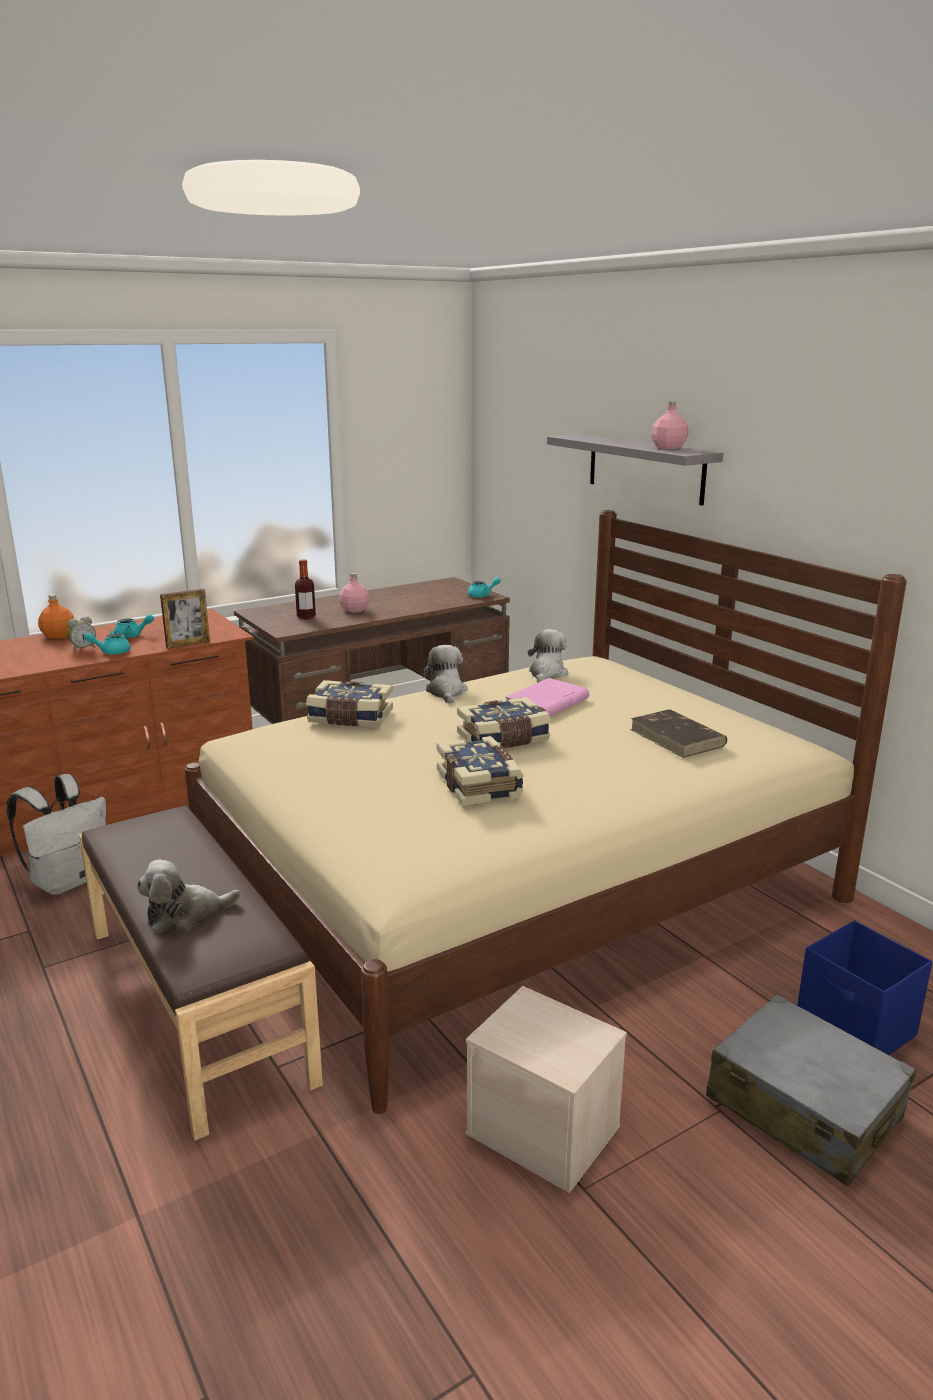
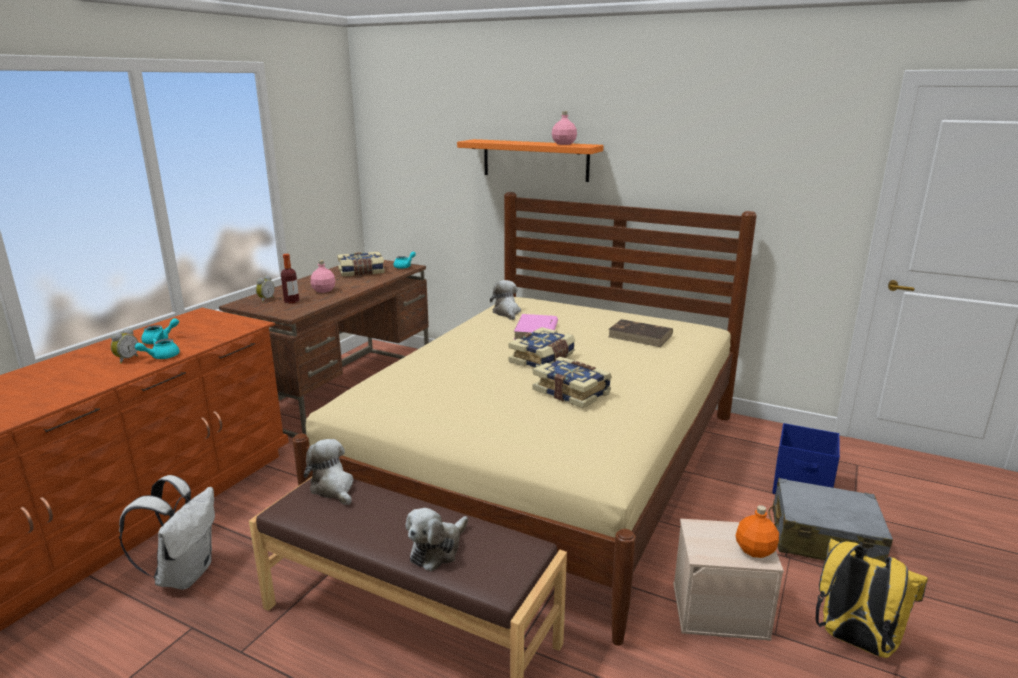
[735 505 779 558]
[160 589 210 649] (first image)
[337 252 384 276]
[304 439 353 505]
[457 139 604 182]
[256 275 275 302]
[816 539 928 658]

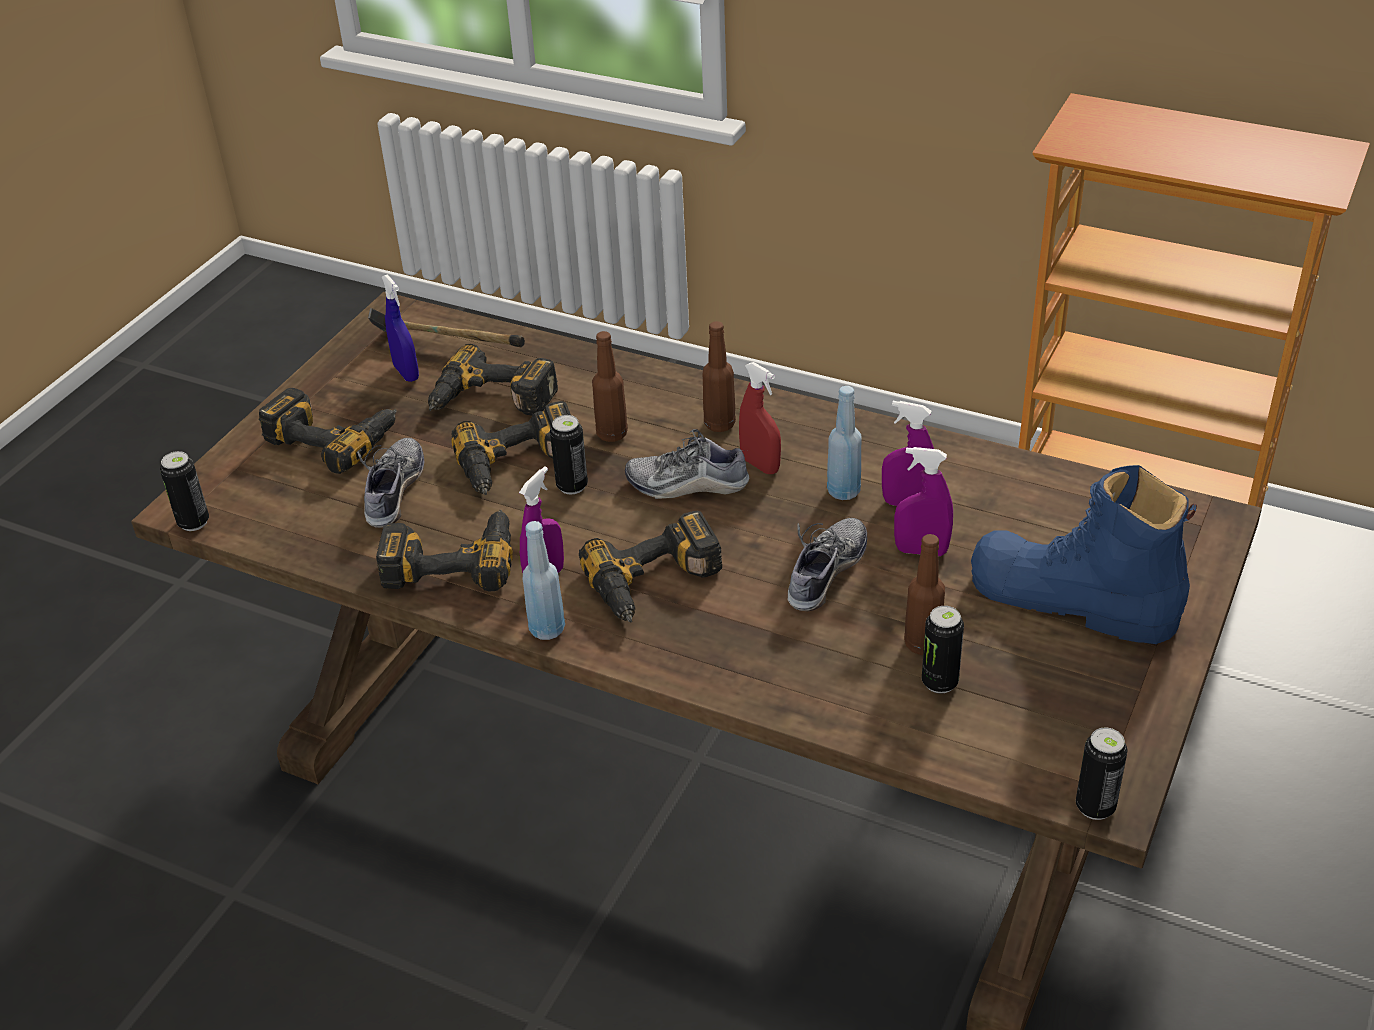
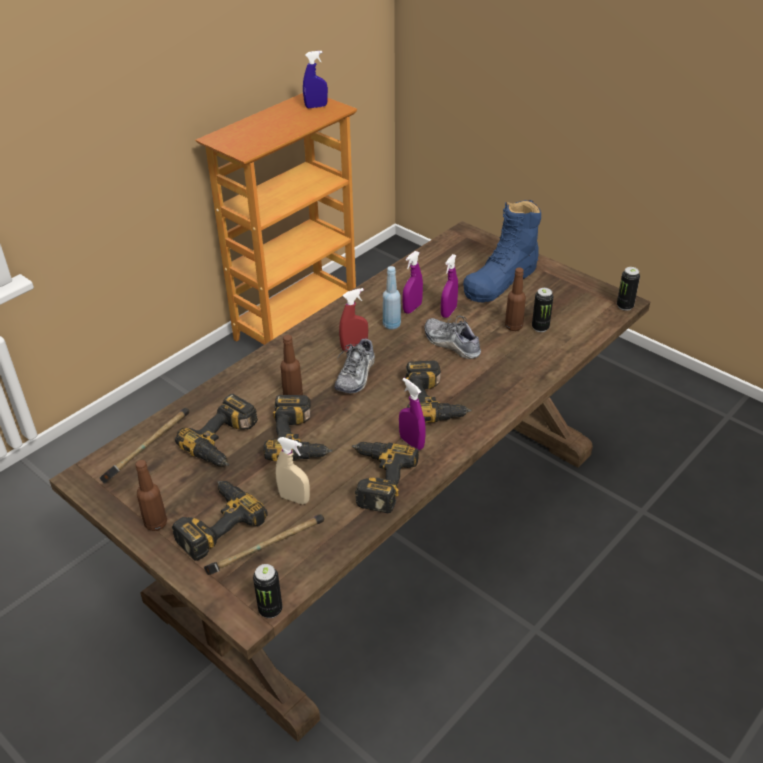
[275 437 310 504]
[303 51 328 108]
[523 521 565 640] (first image)
[550 415 588 494] (first image)
[135 460 167 531]
[204 514 324 575]

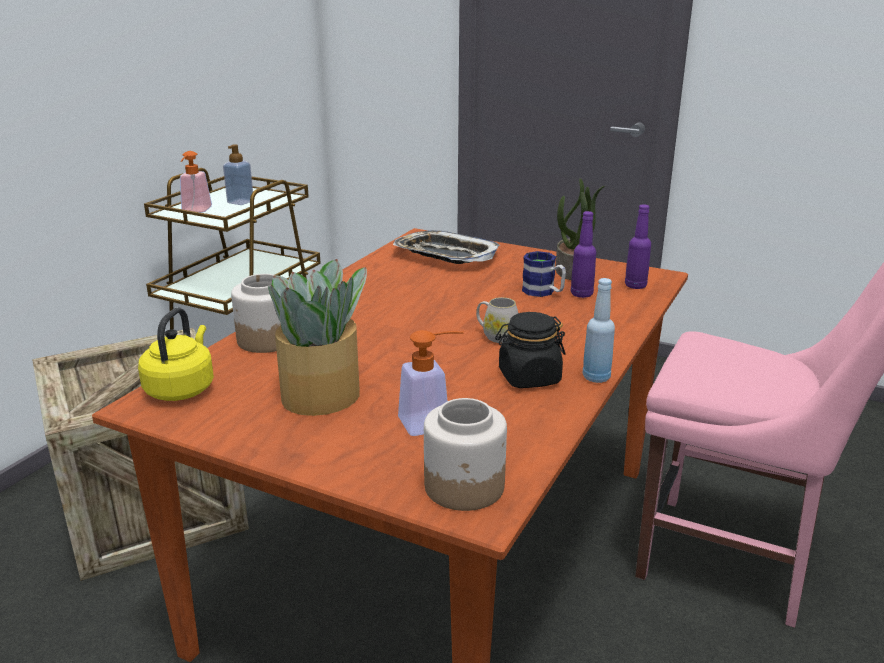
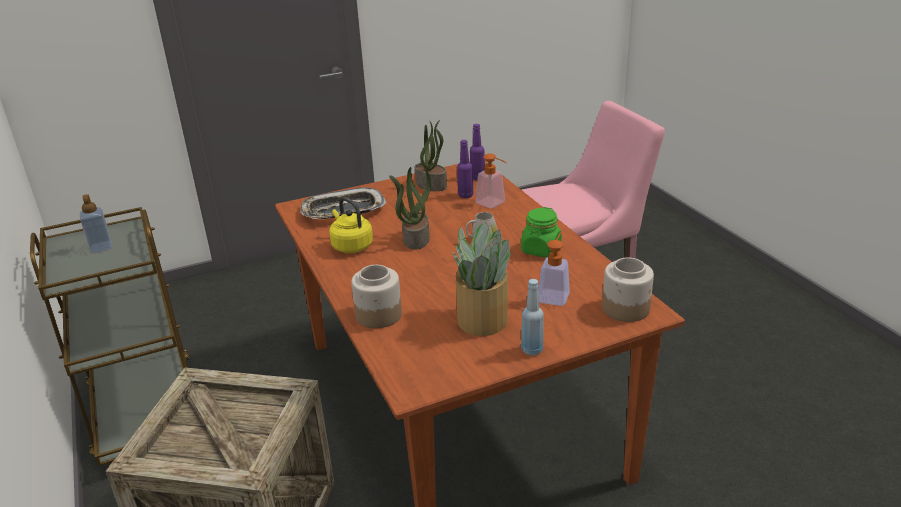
[329 197 373 253]
[476 153 507 208]
[521 207 562 257]
[522 251 566 297] (first image)
[521 279 544 356]
[389 167 431 250]

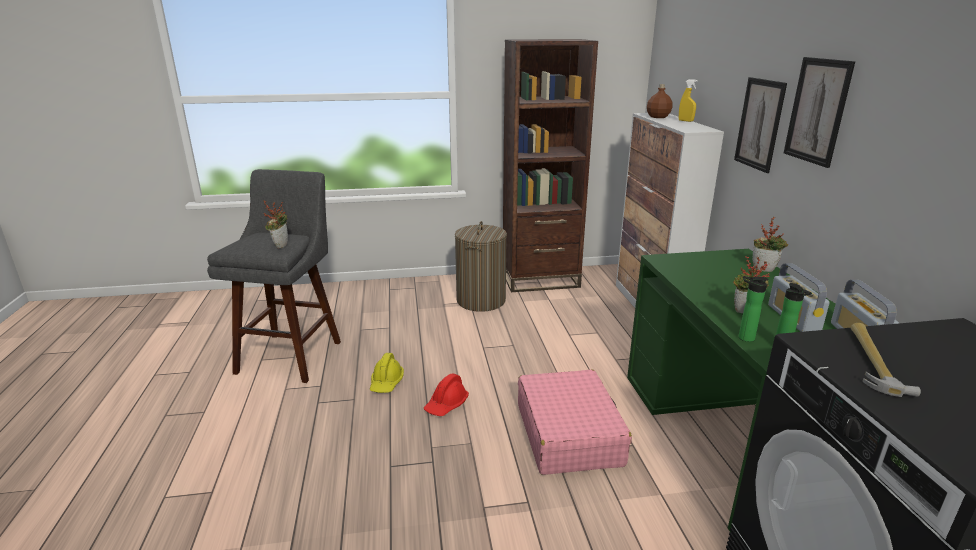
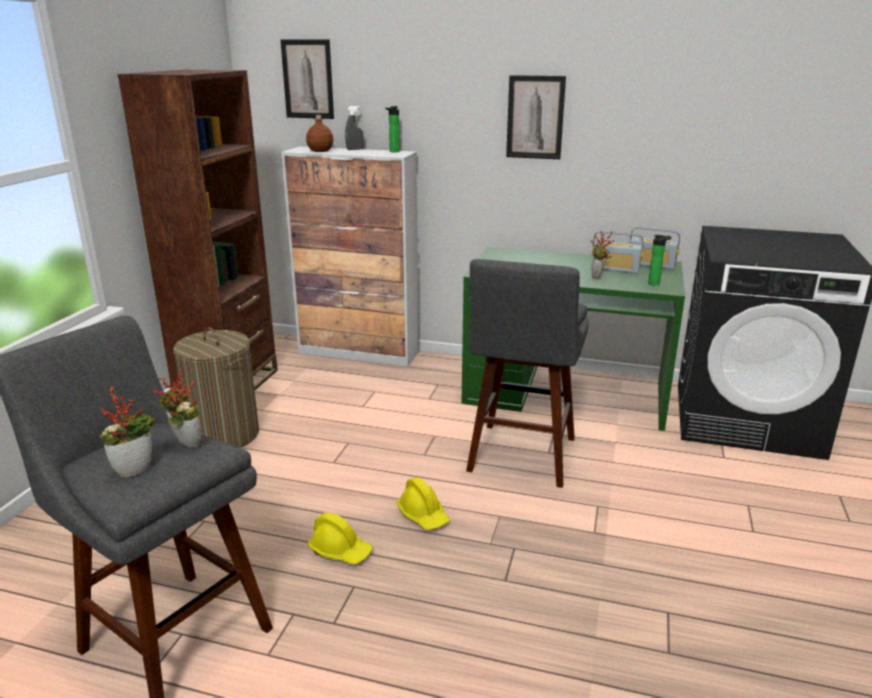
[397 477 450 530]
[466 259 589 488]
[345 106 364 150]
[280 39 334 119]
[385 106 400 152]
[100 386 155 478]
[851 323 921 397] (first image)

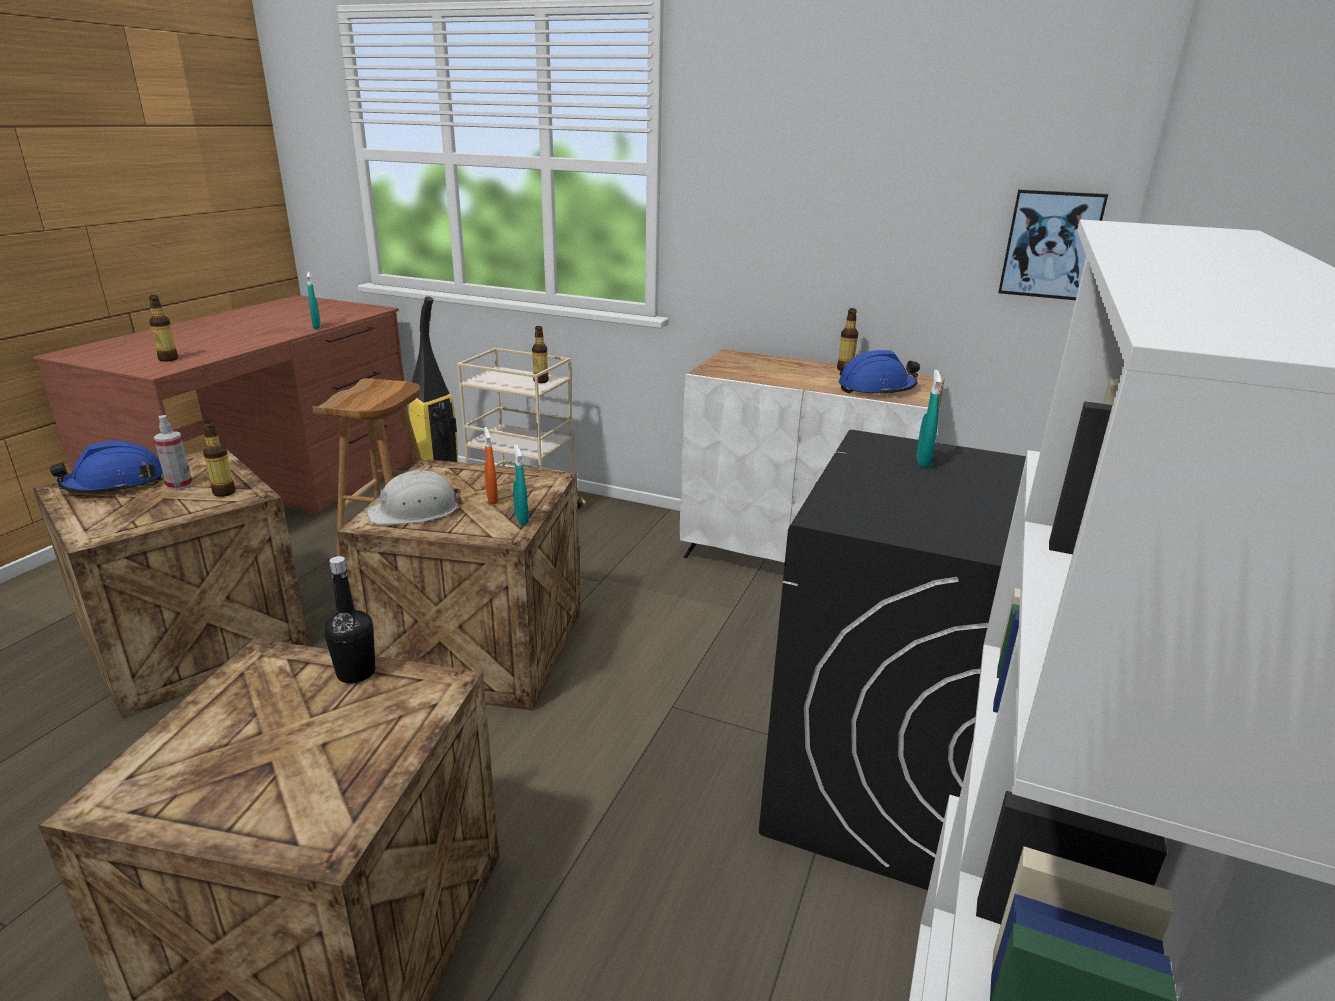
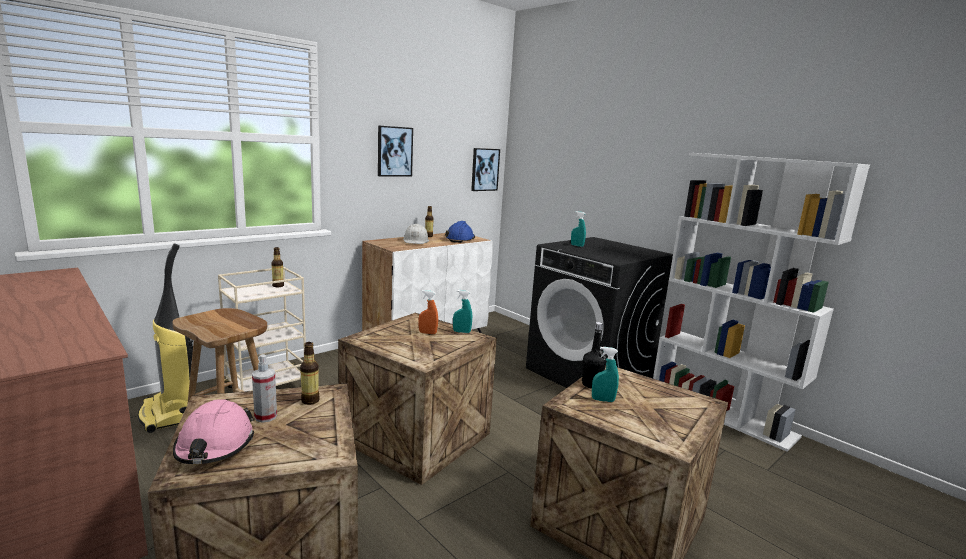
[173 399 254 464]
[149 295 178 362] (first image)
[592 347 619 402]
[403 224 429 244]
[378 126 413 177]

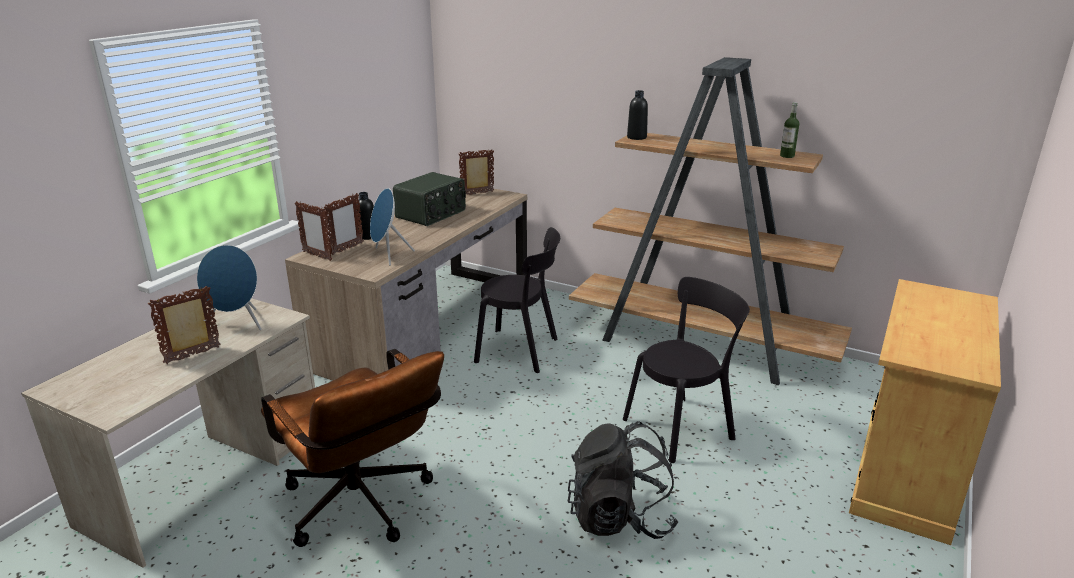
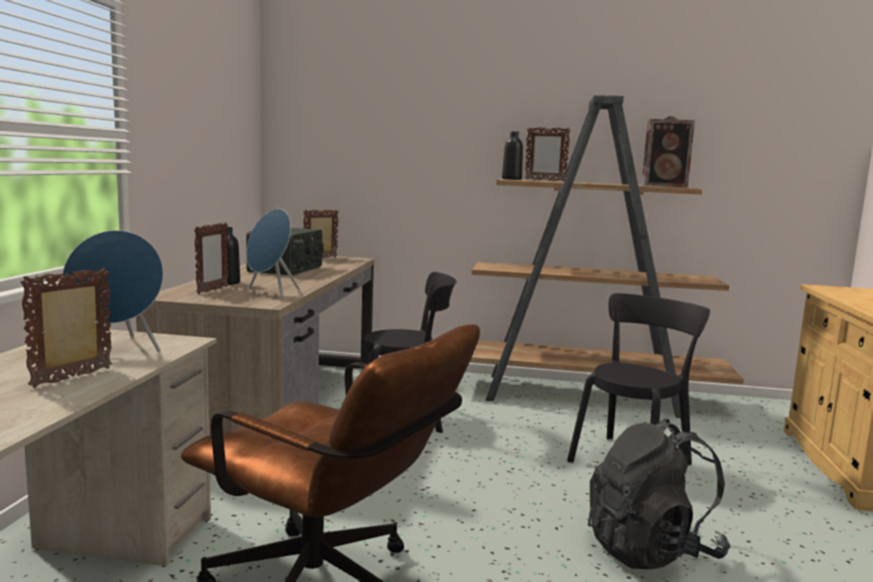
[525 127 571 181]
[641 116 695 188]

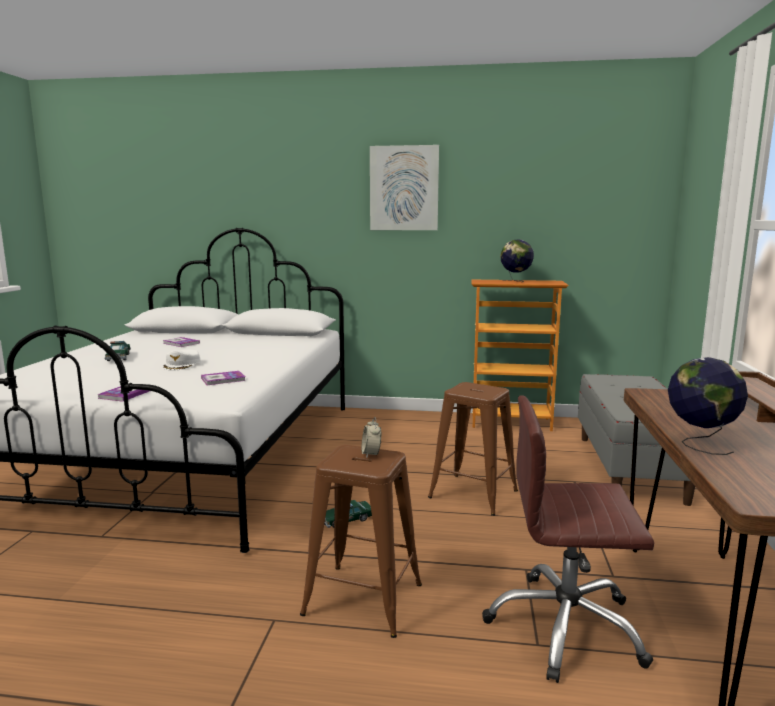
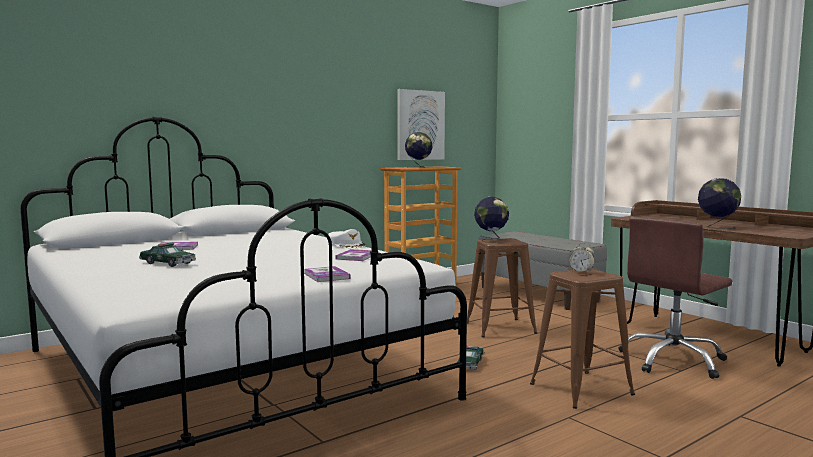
[328 229 365 248]
[397 89 445 160]
[474 197 509 243]

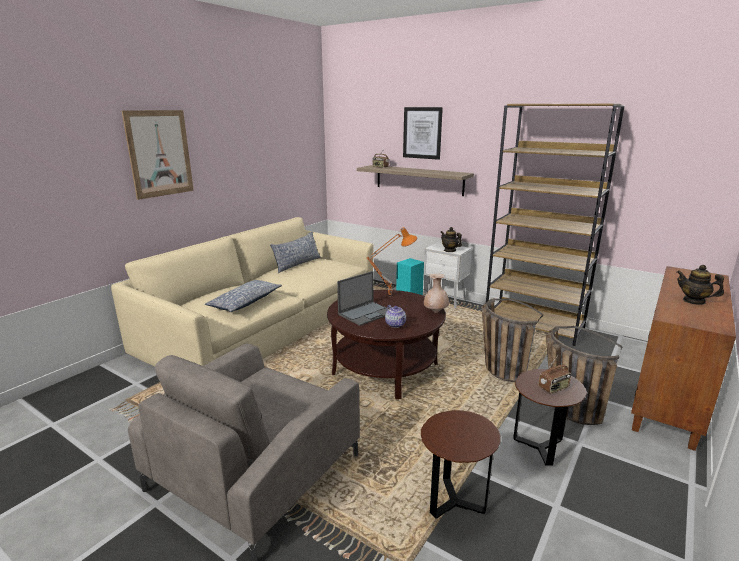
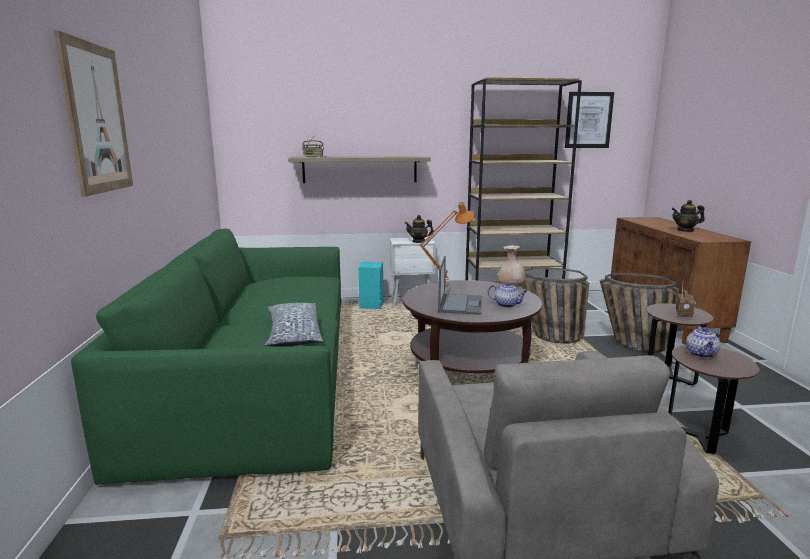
[71 229 341 485]
[270 232 321 273] (first image)
[565 92 614 148]
[686 326 720 358]

